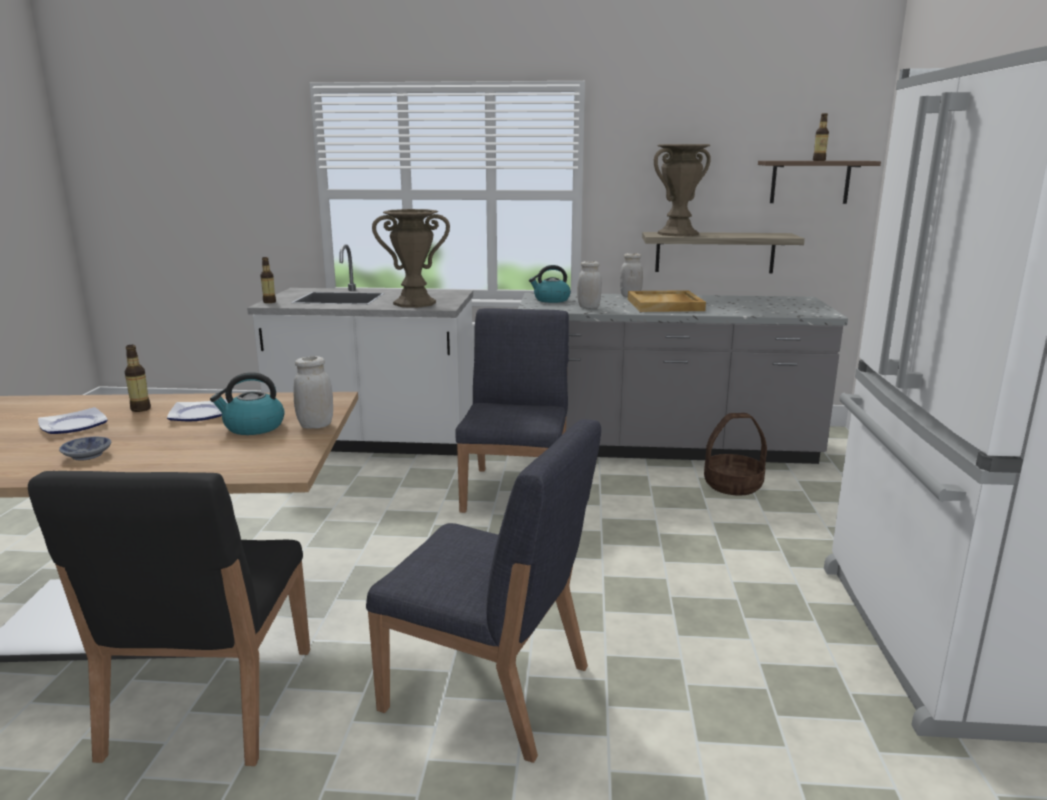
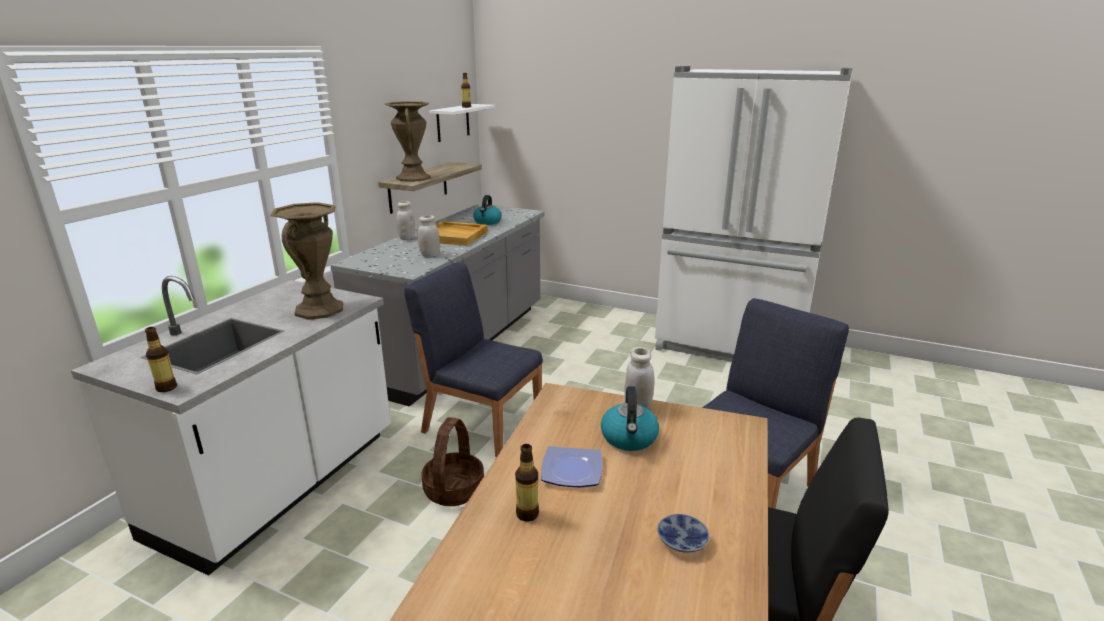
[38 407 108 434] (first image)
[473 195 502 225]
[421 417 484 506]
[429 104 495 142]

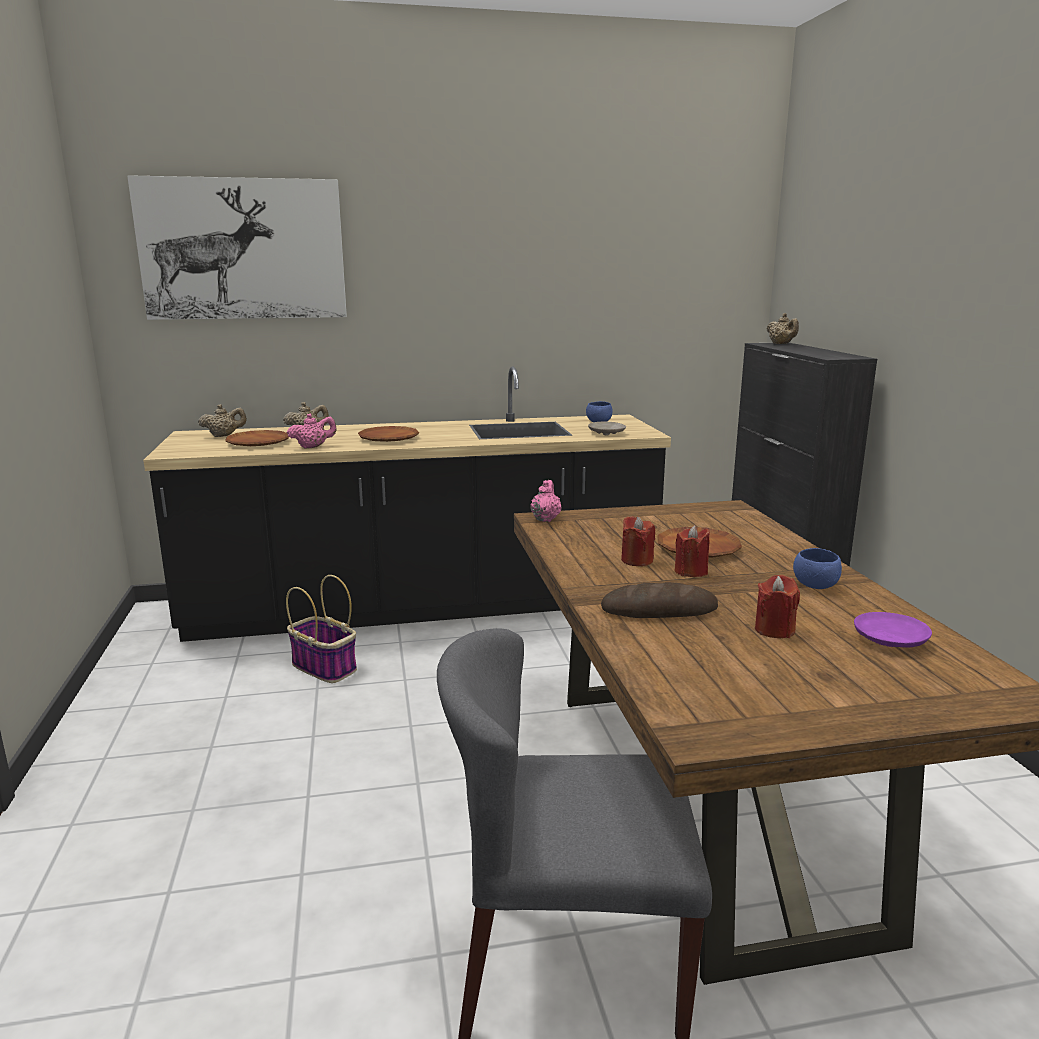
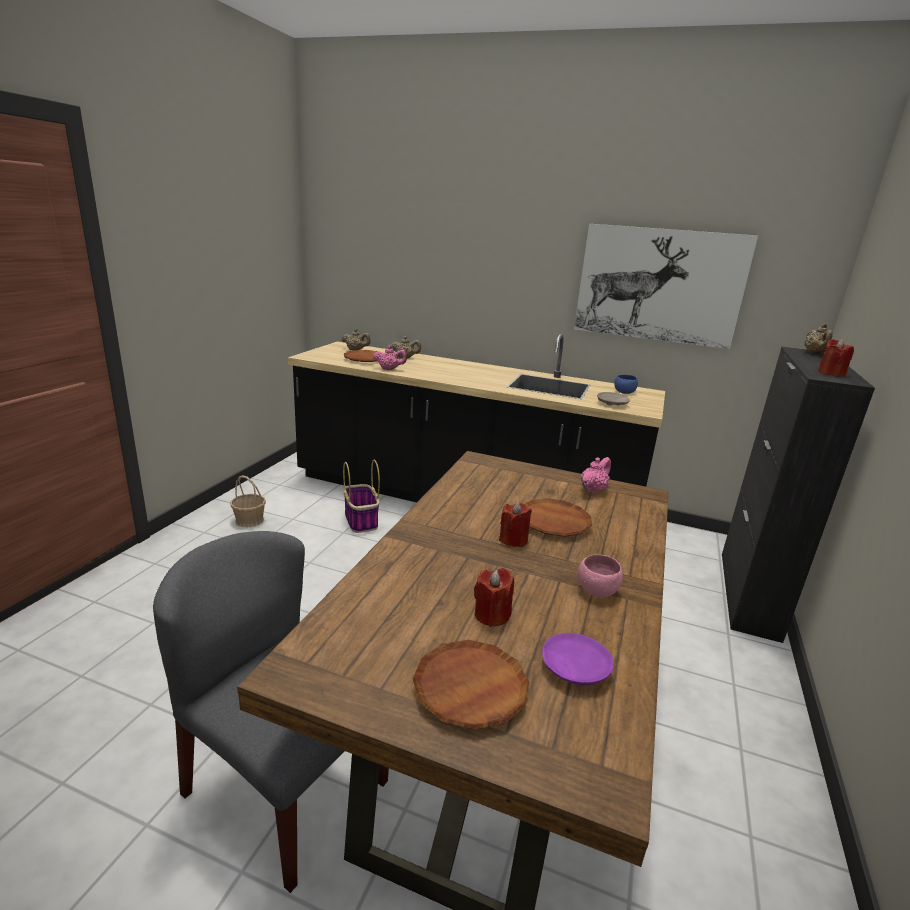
[574 224 758 349]
[413 640 529 730]
[581 457 611 494]
[601 582 718 618] (first image)
[818 339 854 376]
[578 555 623 597]
[230 475 266 527]

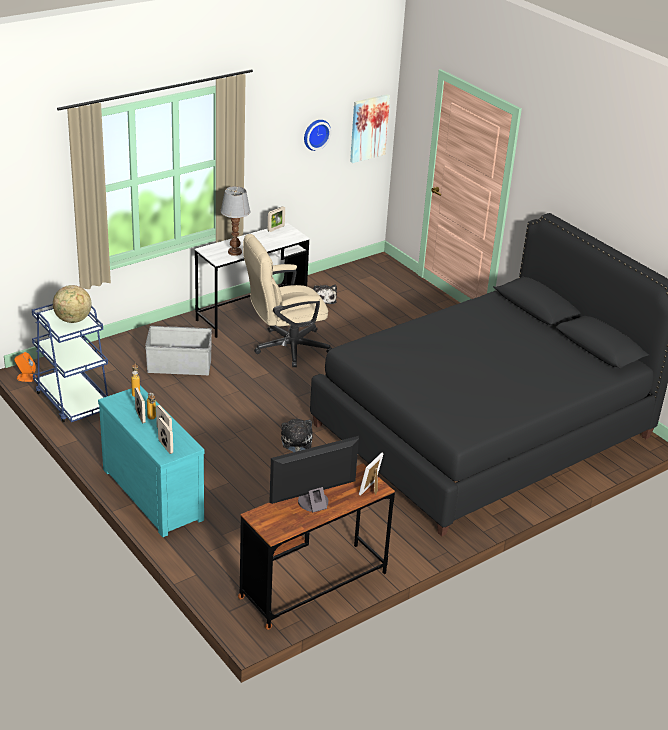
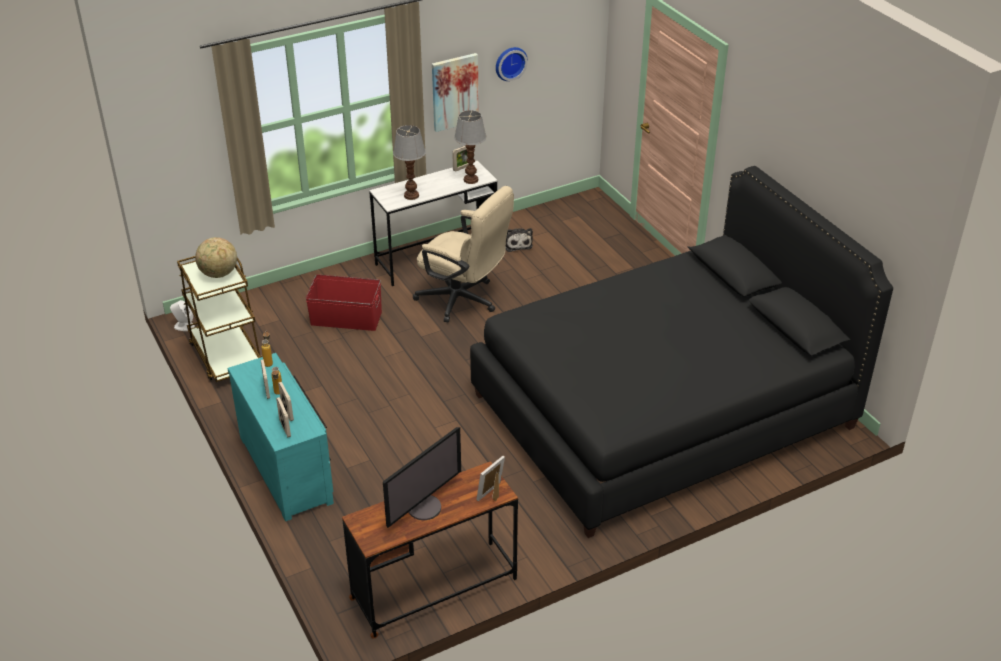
[170 300 195 331]
[177 256 262 382]
[306 274 382 331]
[413 186 514 323]
[383 427 461 528]
[281 419 313 452] (first image)
[432 53 479 132]
[454 110 487 184]

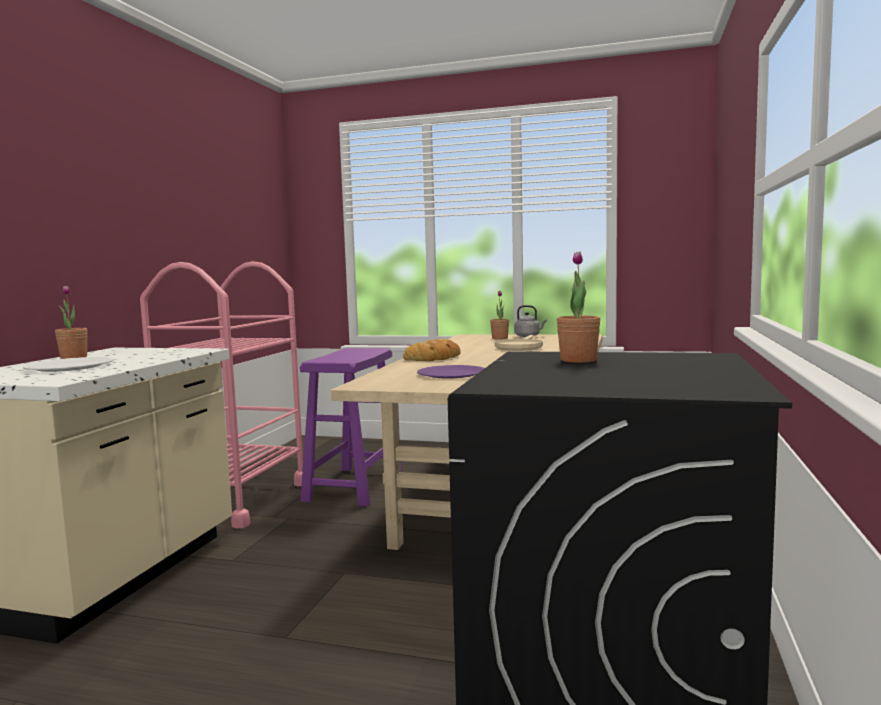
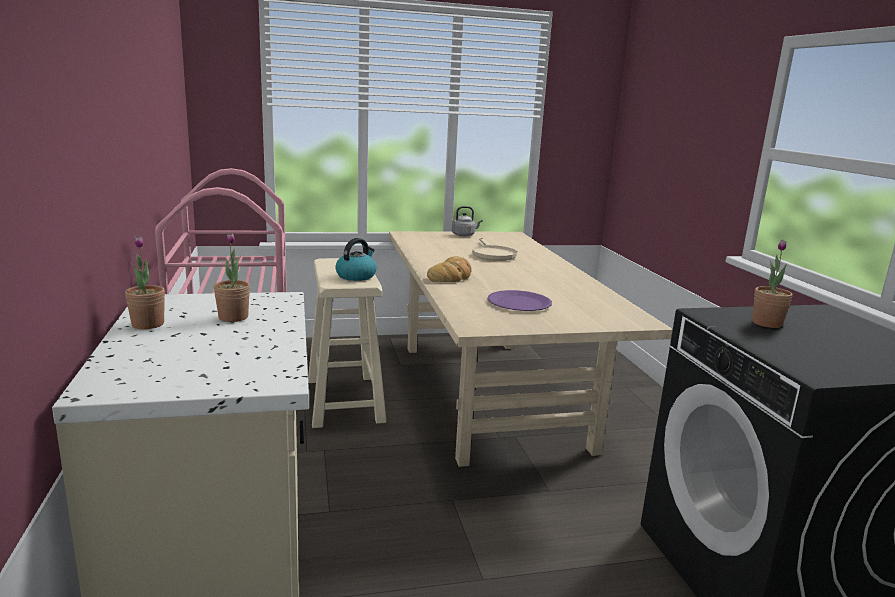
[23 357 114 372] (first image)
[308 258 387 428]
[214 233 250 322]
[335 238 377 281]

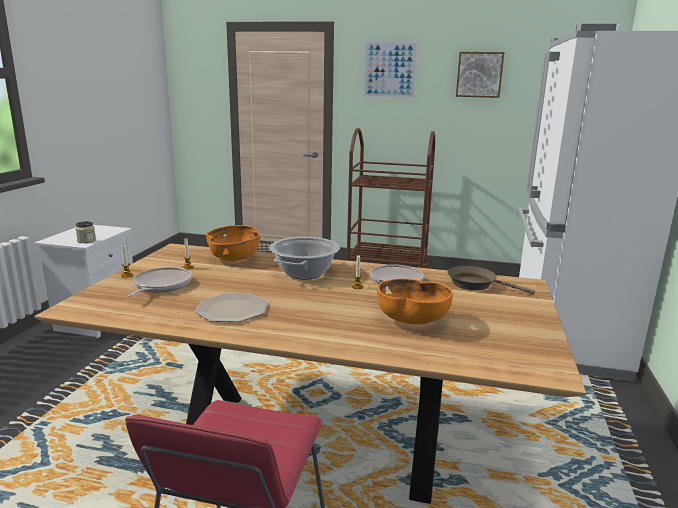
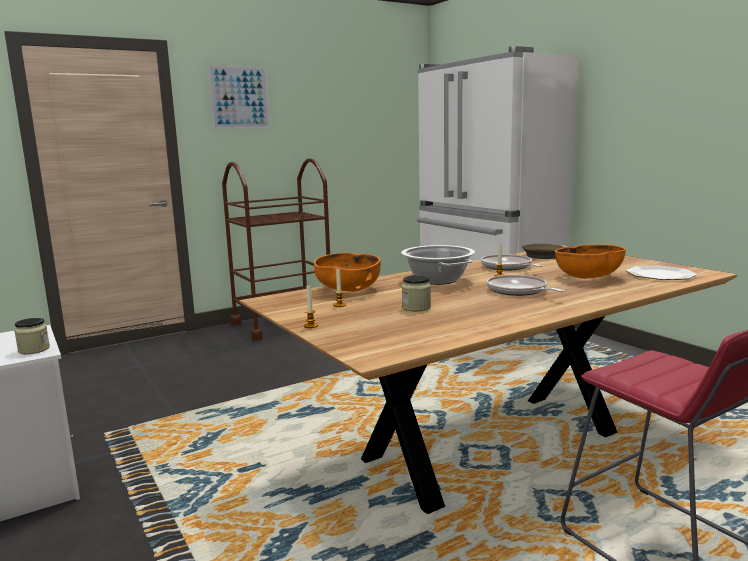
[486 275 565 296]
[626 265 697 280]
[456 52 504 98] (first image)
[402 275 431 311]

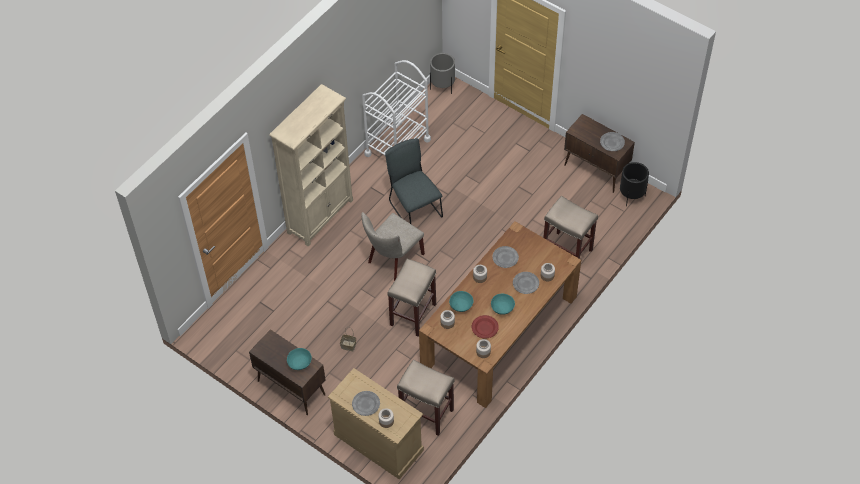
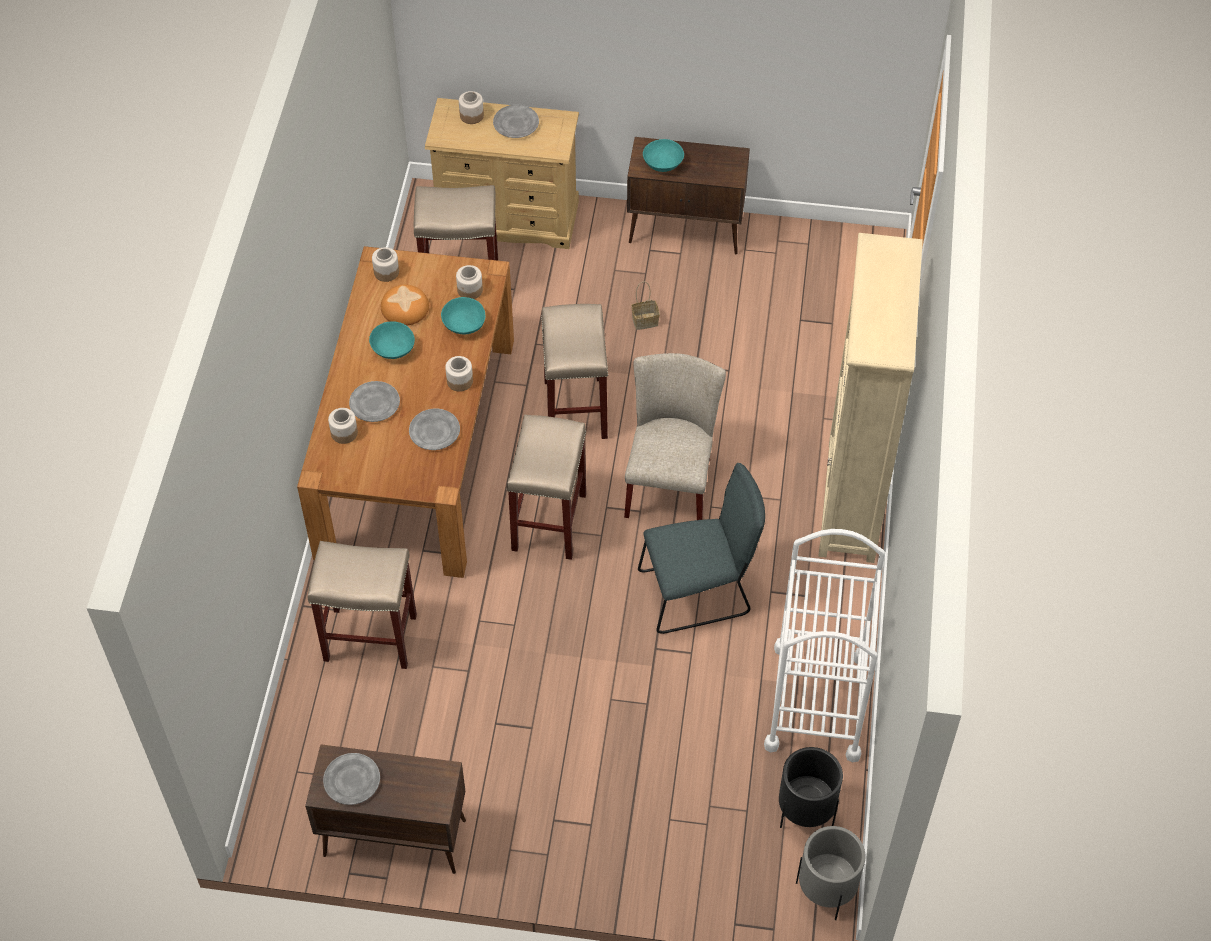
[638 463 765 634]
[381 284 429 326]
[779 747 843 828]
[506 415 586 560]

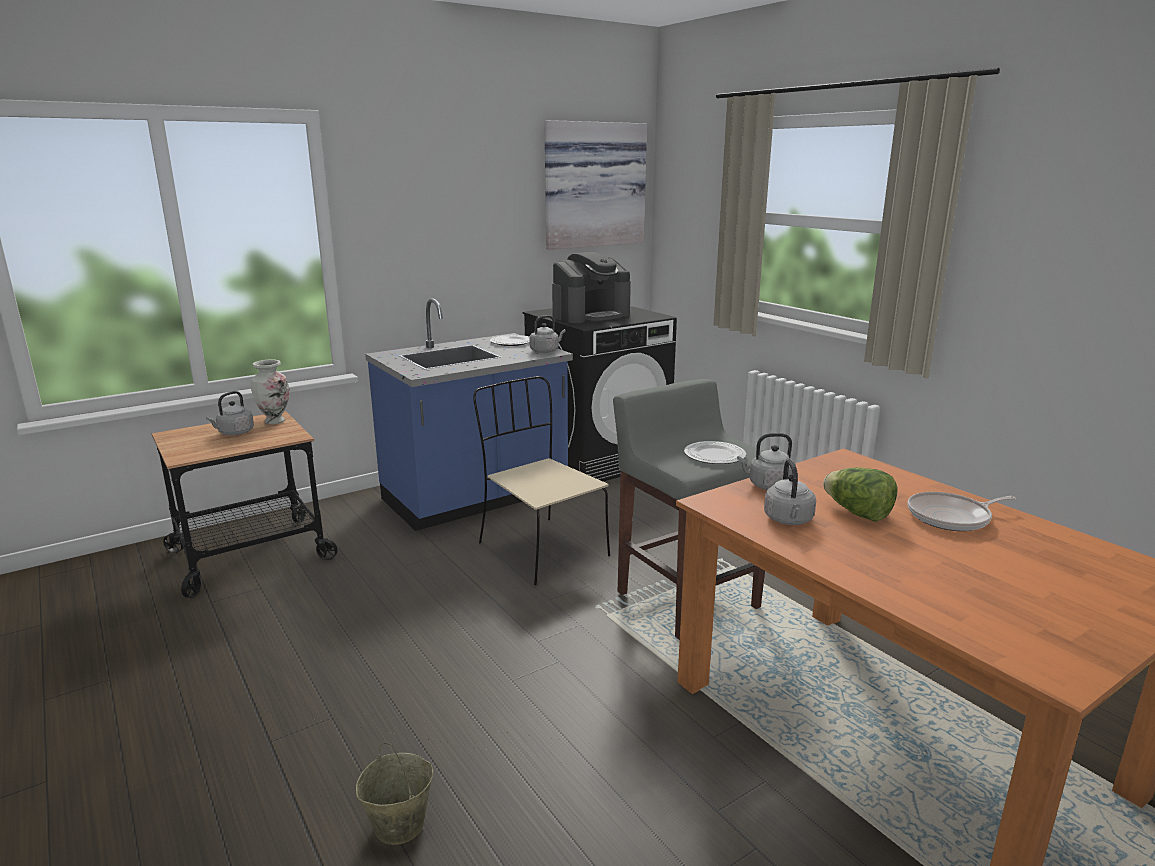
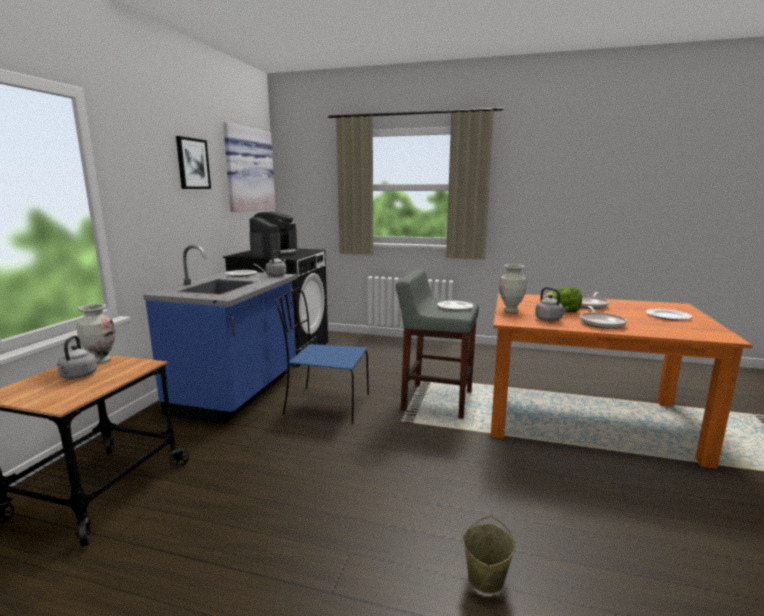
[276 289 369 424]
[499 264 527 313]
[176 136 211 189]
[580 306 627 329]
[646 309 692 320]

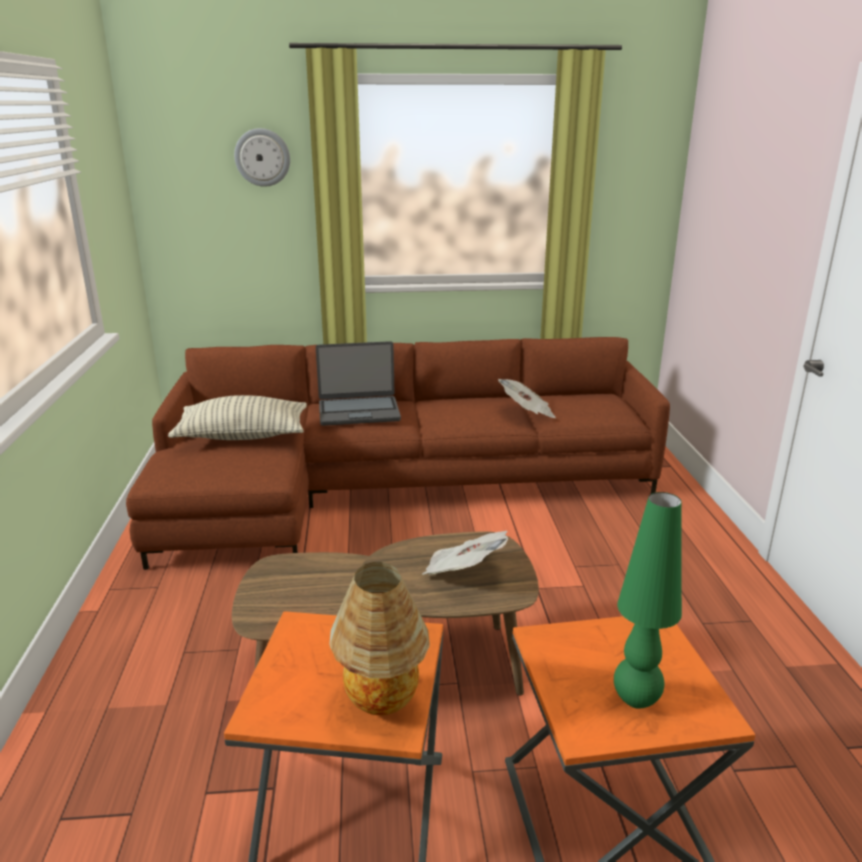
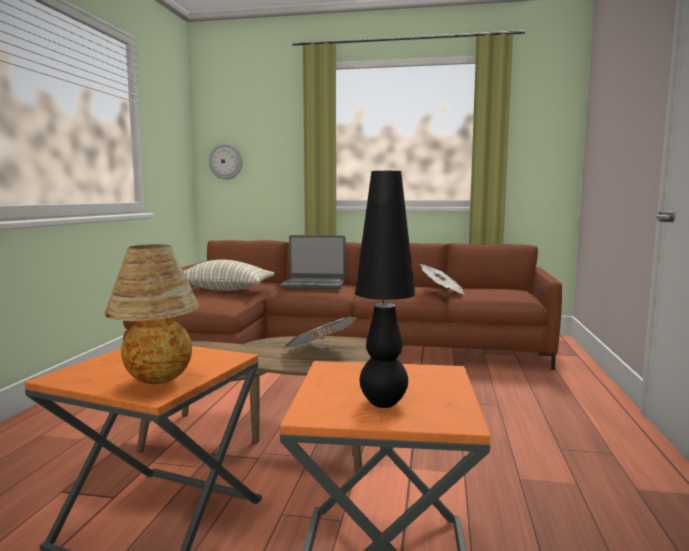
[209 143 242 180]
[355 171 415 408]

